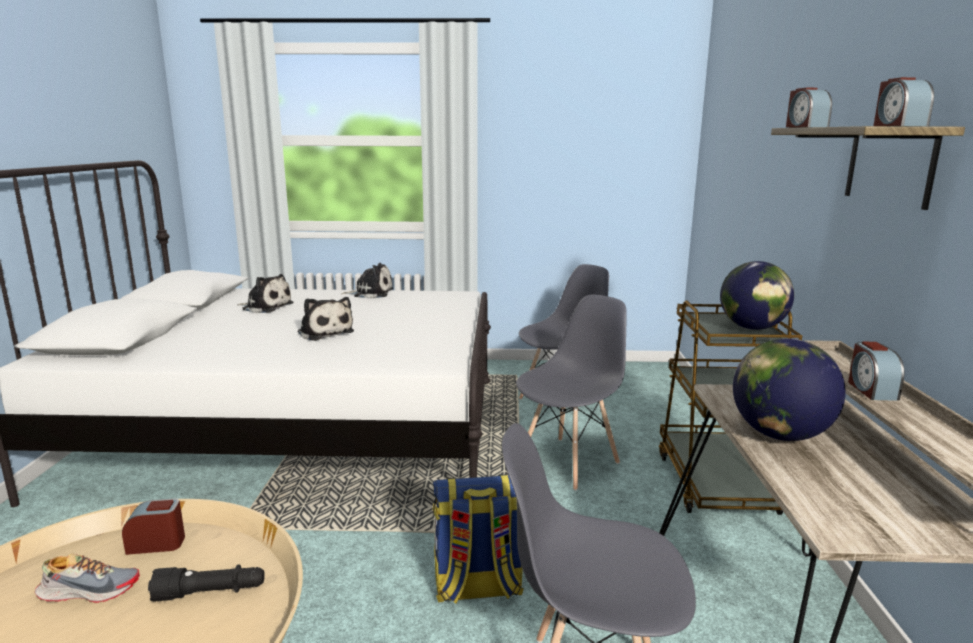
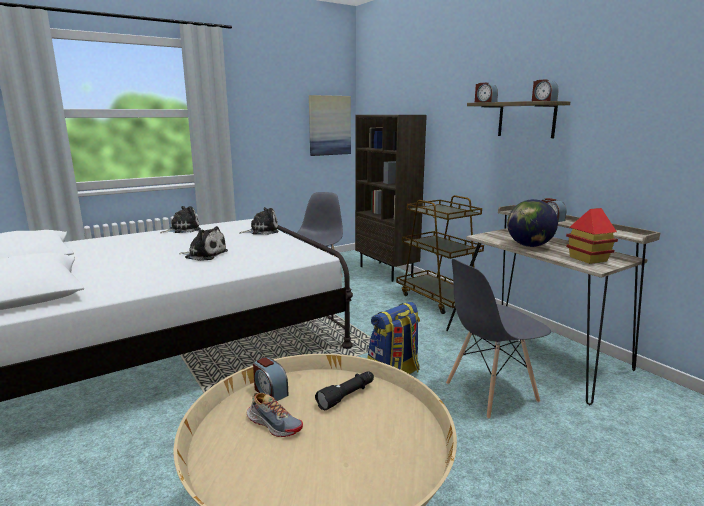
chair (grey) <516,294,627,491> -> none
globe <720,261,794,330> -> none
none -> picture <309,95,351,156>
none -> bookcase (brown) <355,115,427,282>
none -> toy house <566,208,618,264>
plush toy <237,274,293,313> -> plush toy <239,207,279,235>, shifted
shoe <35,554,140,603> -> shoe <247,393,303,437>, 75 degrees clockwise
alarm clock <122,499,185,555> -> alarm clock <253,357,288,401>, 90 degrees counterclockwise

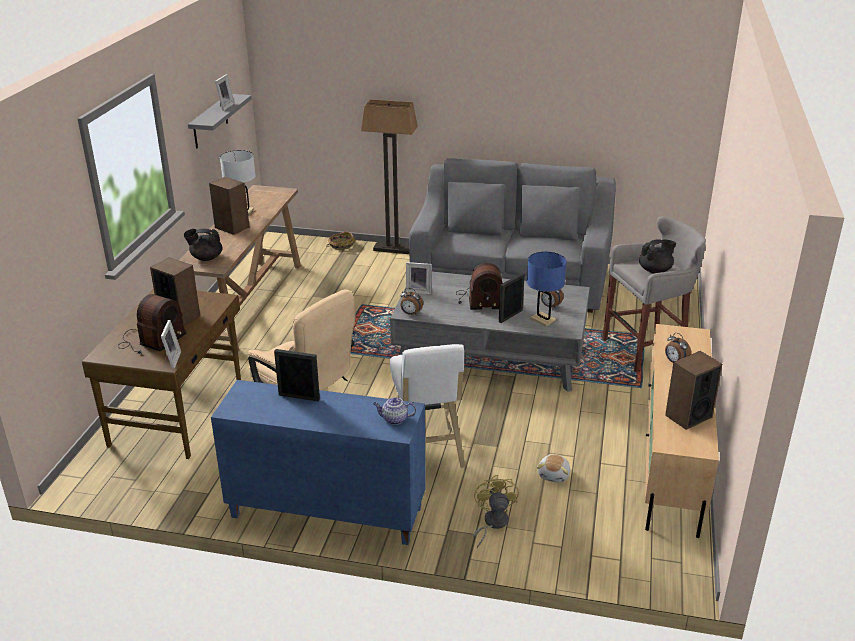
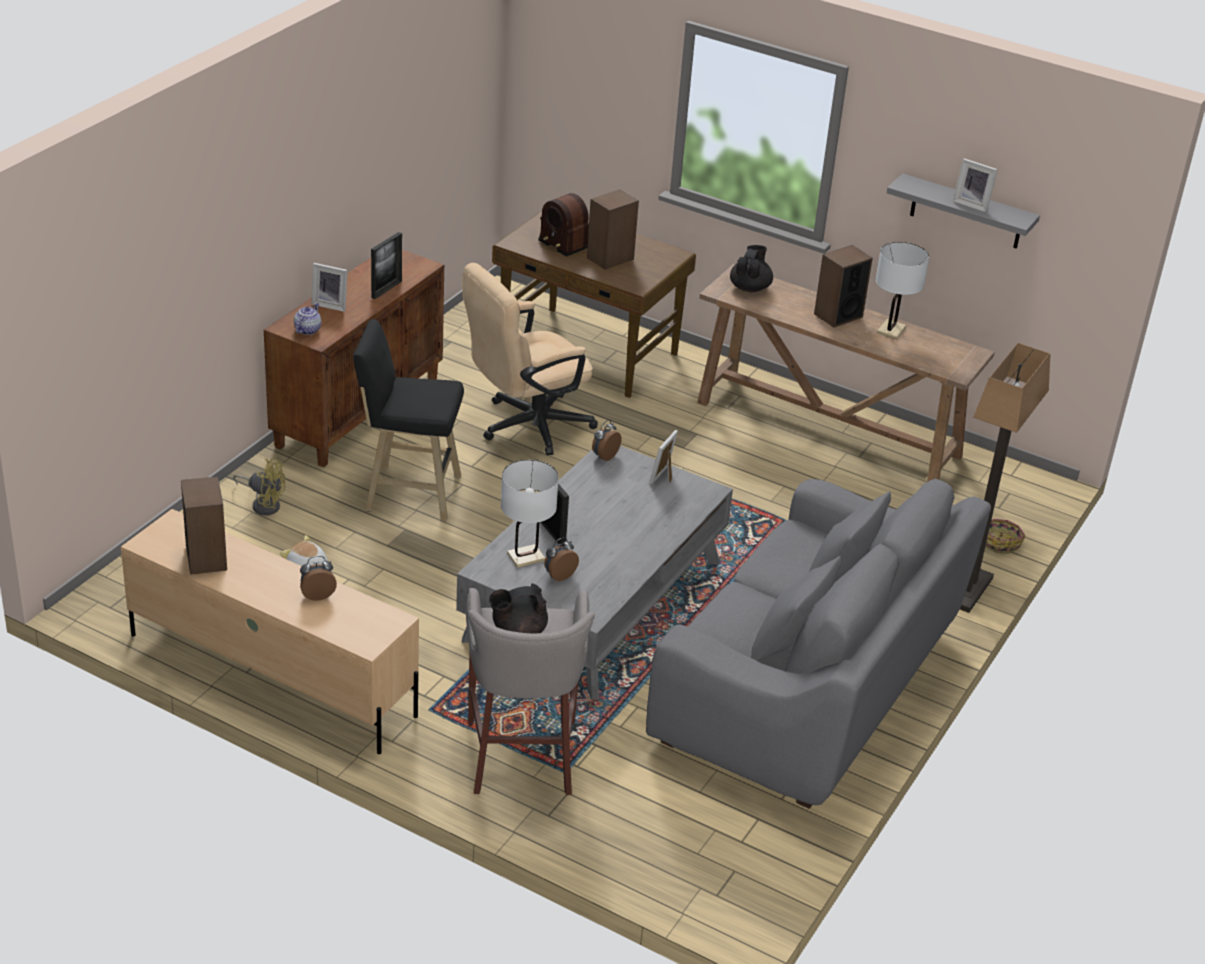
radio <457,263,503,310> -> none
picture frame <161,320,181,369> -> picture frame <311,263,347,312>, shifted
cabinet (blue) <211,380,426,545> -> cabinet (brown) <264,250,444,468>
stool (white) <390,344,465,468> -> stool (black) <353,319,464,521>
table lamp (blue) <527,252,566,327> -> table lamp (white) <501,460,559,568>
teapot (black) <639,239,676,273> -> teapot (black) <489,583,548,633>, 75 degrees clockwise

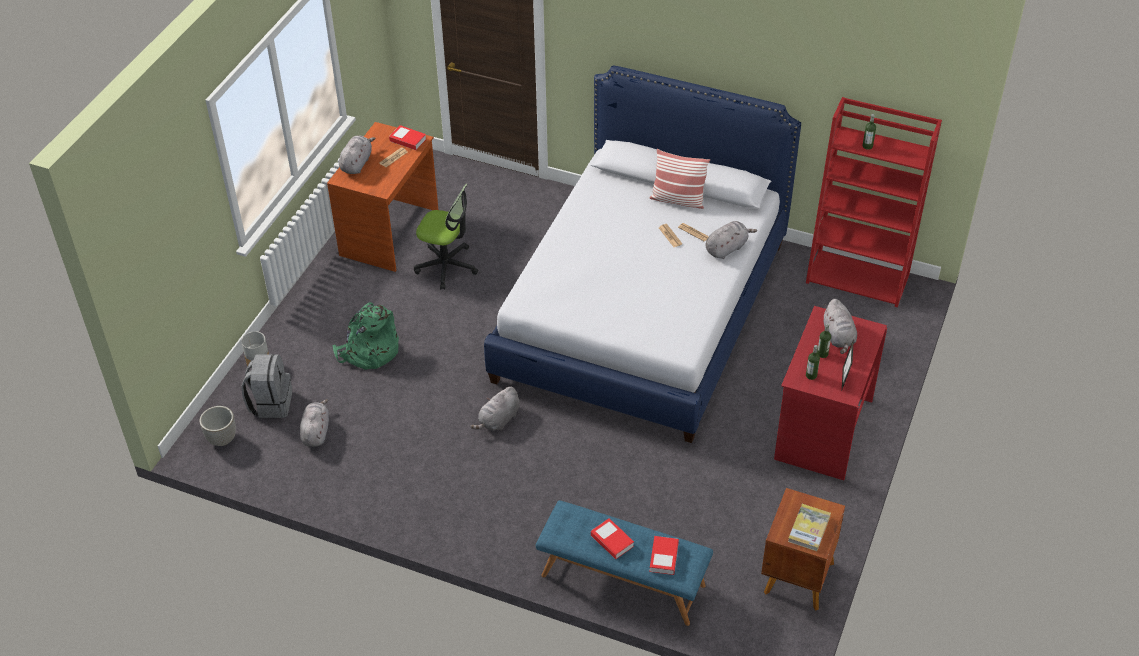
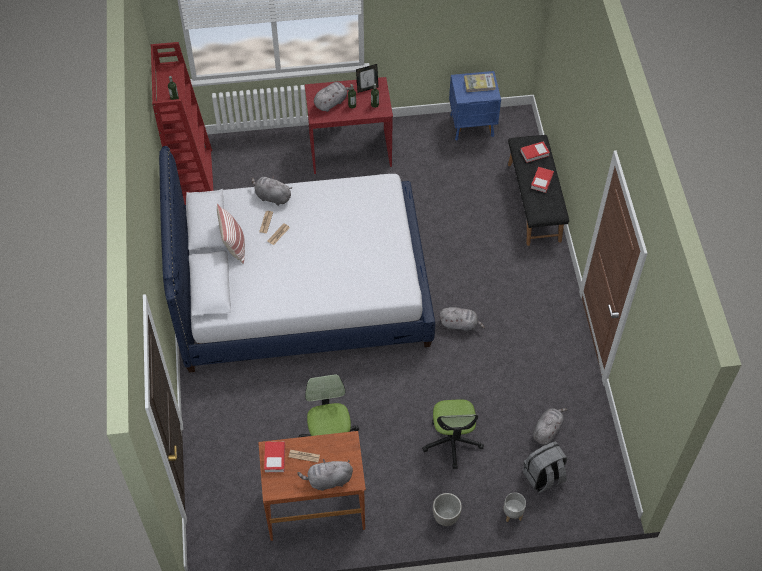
planter <200,406,236,446> -> planter <433,493,462,526>, shifted
backpack (green) <332,302,399,370> -> office chair <422,400,484,469>
bench (blue) <535,500,713,626> -> bench (black) <508,135,569,246>
nightstand (brown) <761,488,845,611> -> nightstand (blue) <449,71,501,141>
plush toy (grey) <300,399,329,447> -> plush toy (grey) <533,408,567,445>, 150 degrees clockwise

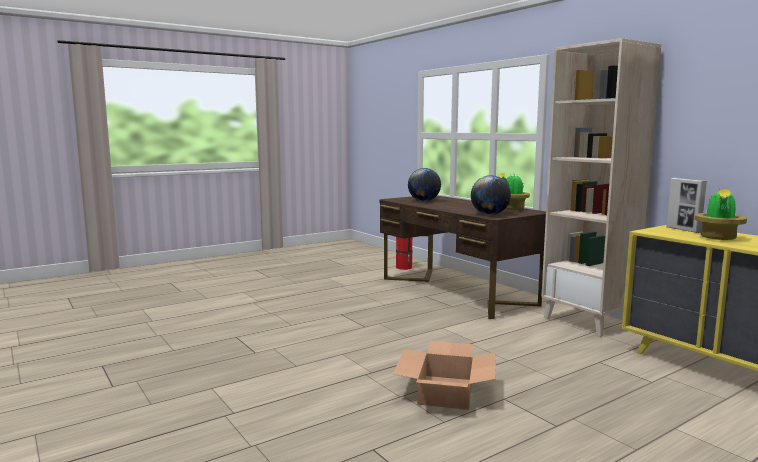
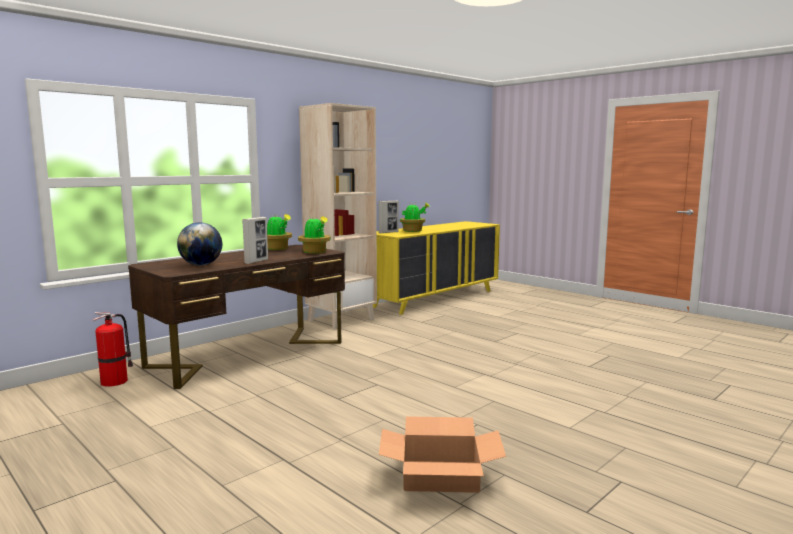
none -> picture frame <242,217,268,264>
cardboard box <393,341,496,410> -> cardboard box <379,416,506,493>, shifted
globe <471,175,511,215> -> potted plant <298,216,331,254>

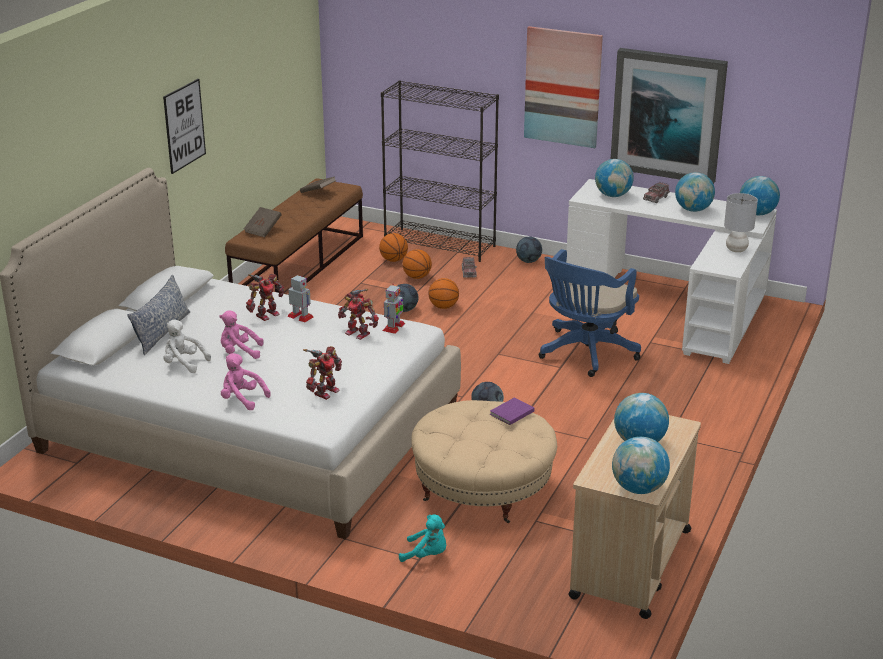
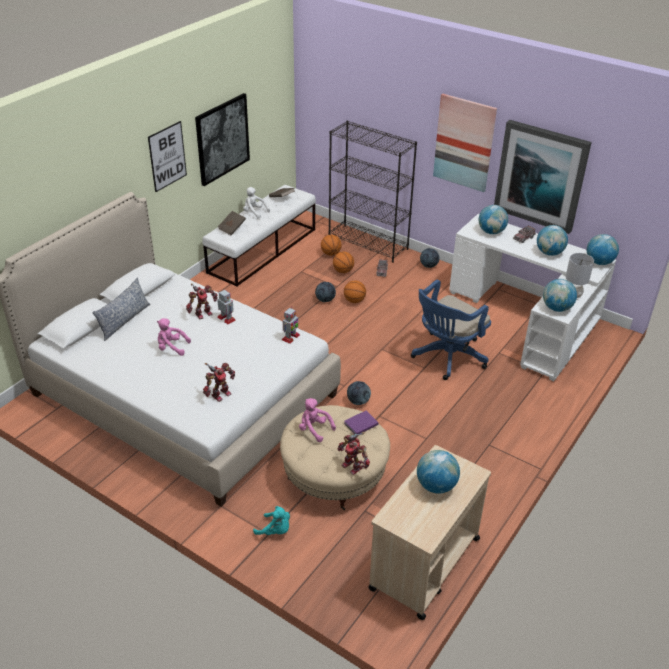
none -> picture <195,93,250,186>
plush toy (white) <163,320,211,373> -> plush toy (white) <243,187,270,218>, shifted
plush toy (pink) <221,353,271,410> -> plush toy (pink) <299,398,336,442>, shifted
toy robot <338,289,379,340> -> toy robot <338,432,370,475>, shifted
globe <612,437,670,494> -> globe <543,279,577,312>, shifted
bench (brown) <225,178,363,295> -> bench (white) <202,185,316,287>

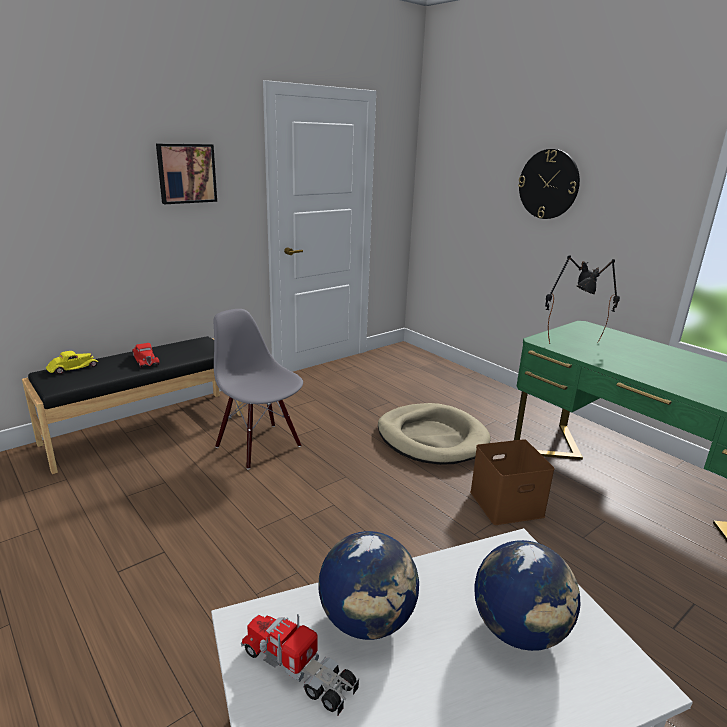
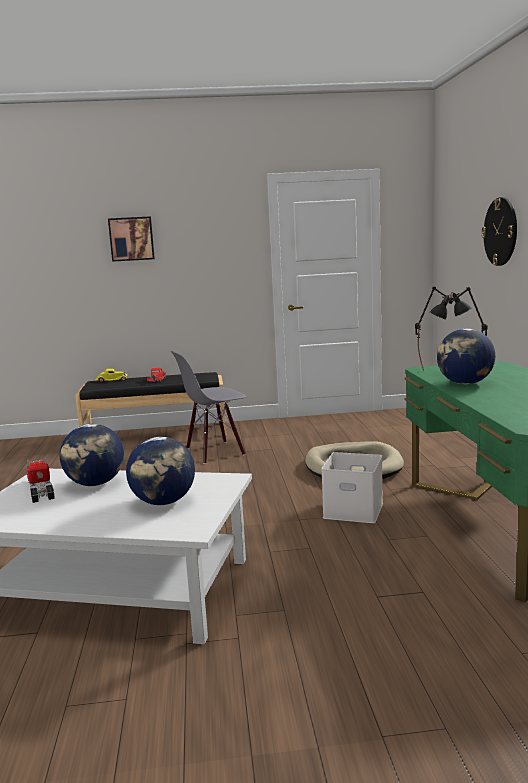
none -> globe <437,329,495,385>
picture <156,144,217,204> -> picture <108,216,155,262>, shifted
storage box (brown) <470,439,555,525> -> storage box (white) <321,452,383,523>
chair (grey) <213,309,303,469> -> chair (grey) <171,351,247,464>, 105 degrees counterclockwise

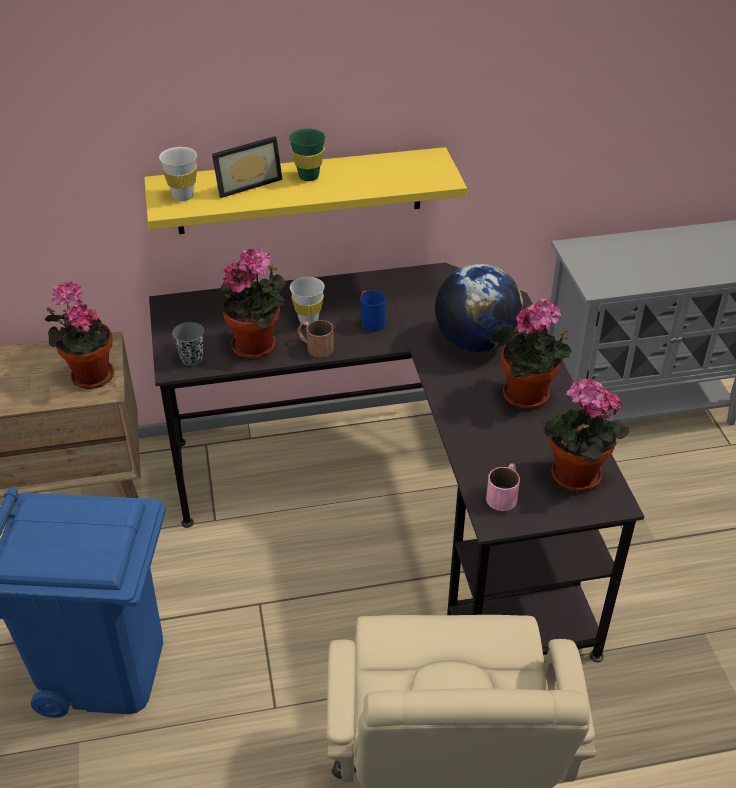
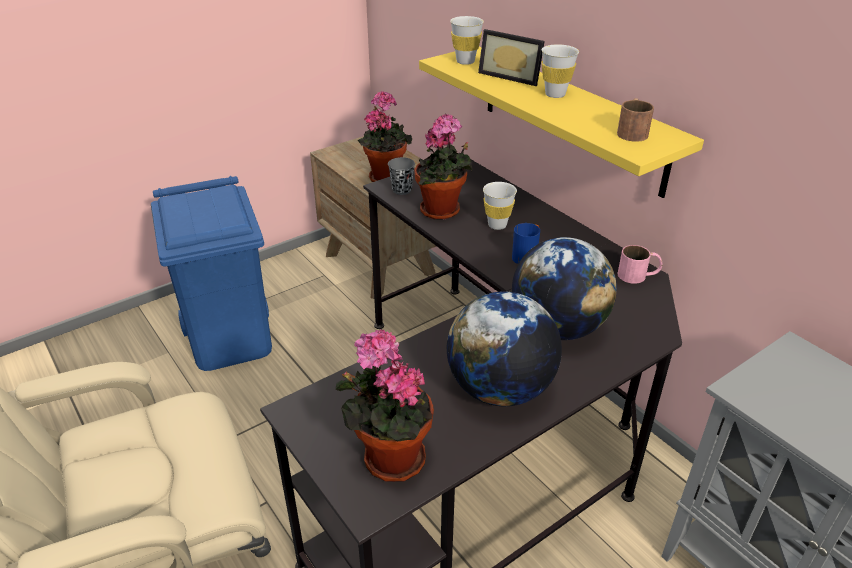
mug (brown) <298,320,334,357> -> mug (brown) <617,98,654,142>, shifted
mug (pink) <486,464,520,511> -> mug (pink) <617,245,662,284>, shifted
potted plant <501,299,572,409> -> globe <447,292,562,407>
cup (green) <289,128,325,181> -> cup (white) <541,44,579,98>

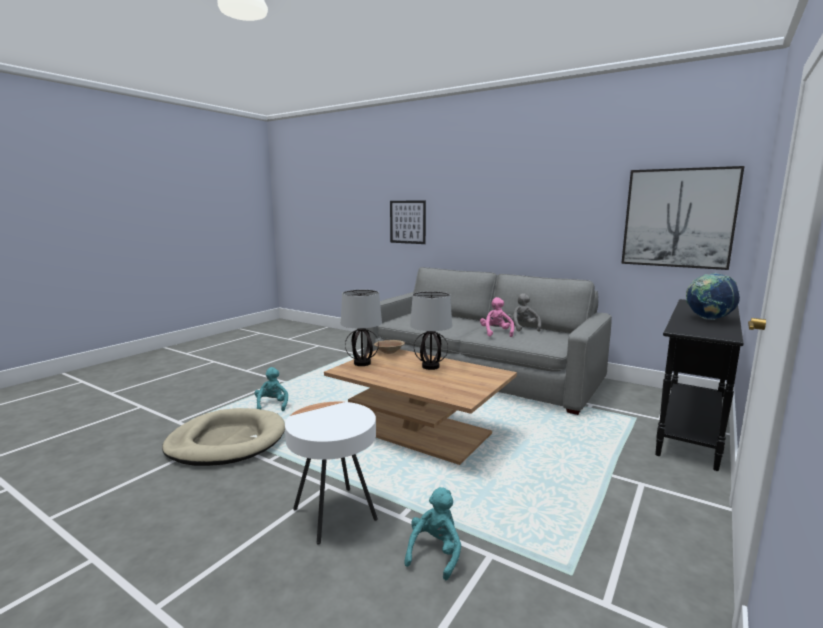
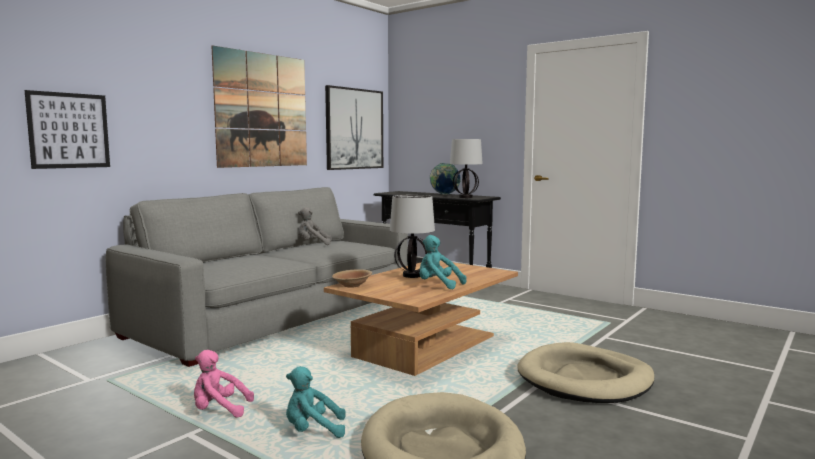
none -> picture <211,45,307,168>
table lamp <341,290,382,366> -> table lamp <450,139,483,198>, shifted
plush toy (turquoise) <404,487,461,580> -> plush toy (turquoise) <419,235,466,289>, shifted
plush toy (pink) <480,297,514,337> -> plush toy (pink) <194,350,254,418>, shifted
side table (white) <285,401,378,545> -> dog bed (beige) <517,342,655,403>

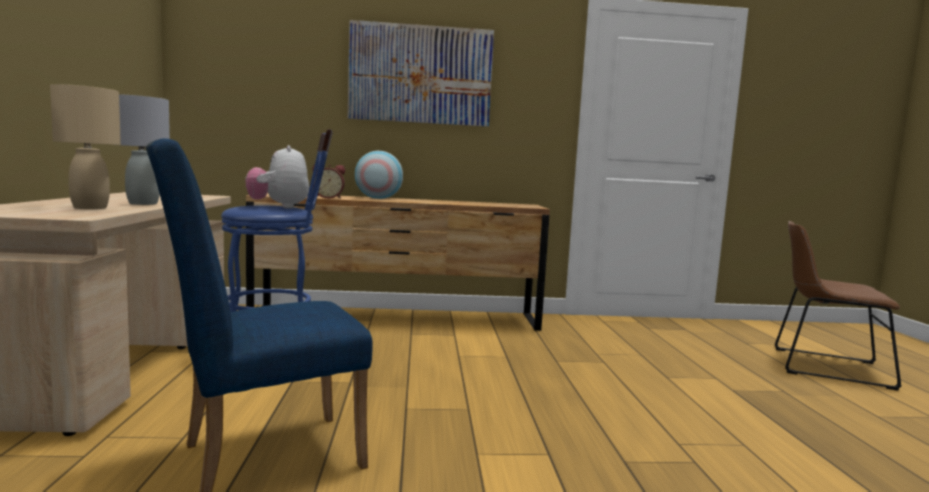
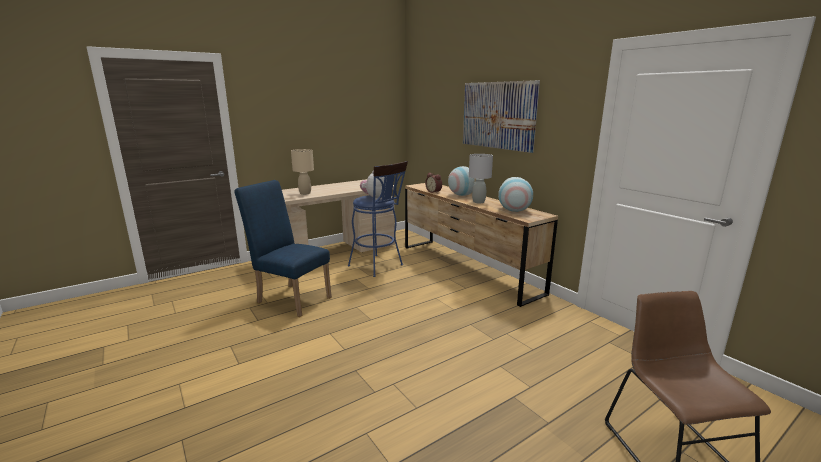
none -> vase <498,177,533,212>
table lamp (grey) <119,94,170,205> -> table lamp (grey) <469,154,493,203>, shifted

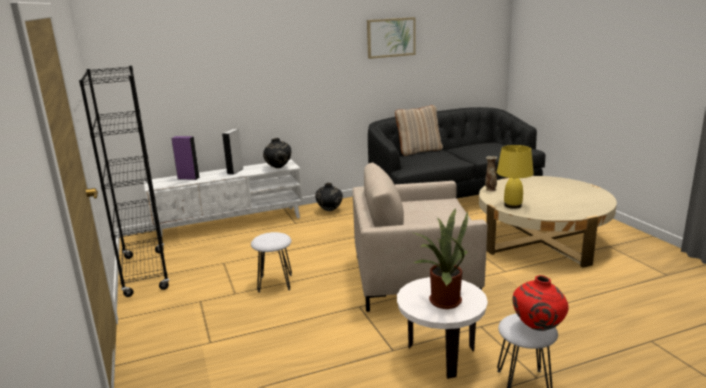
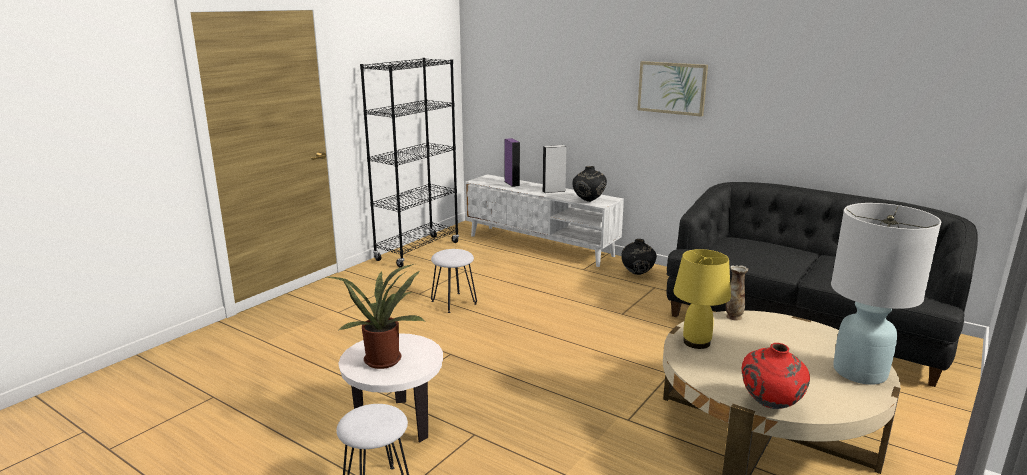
armchair (beige) <352,163,487,312> -> none
pillow (beige) <395,105,443,156> -> none
none -> table lamp (white) <831,203,941,385>
picture <367,17,416,59> -> picture <637,61,708,117>, shifted
vase (red) <512,275,569,331> -> vase (red) <742,343,810,409>, shifted

